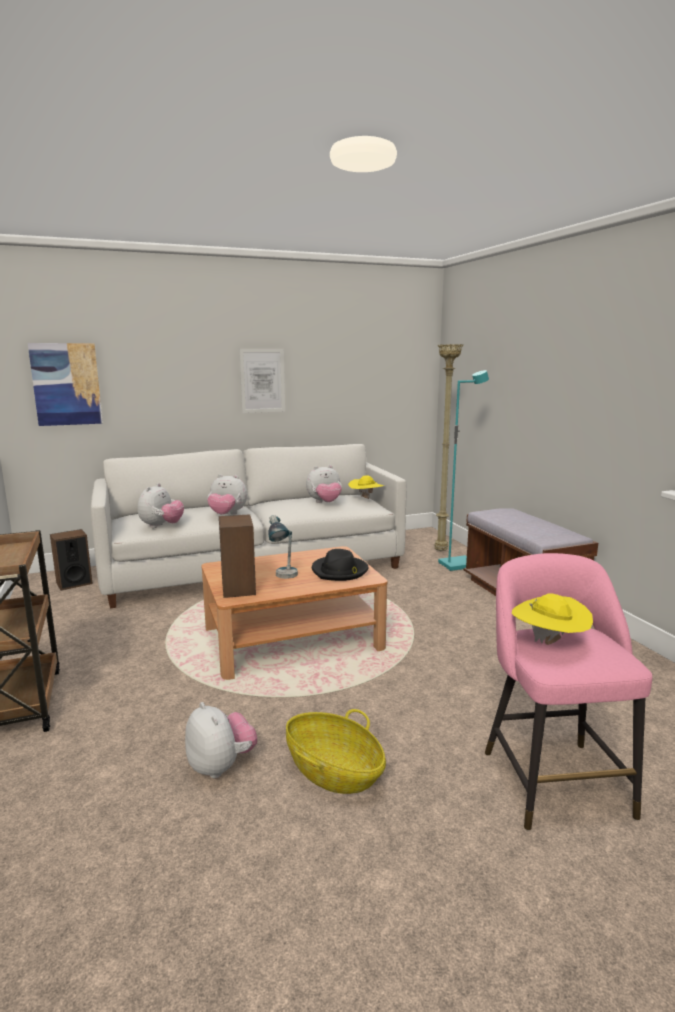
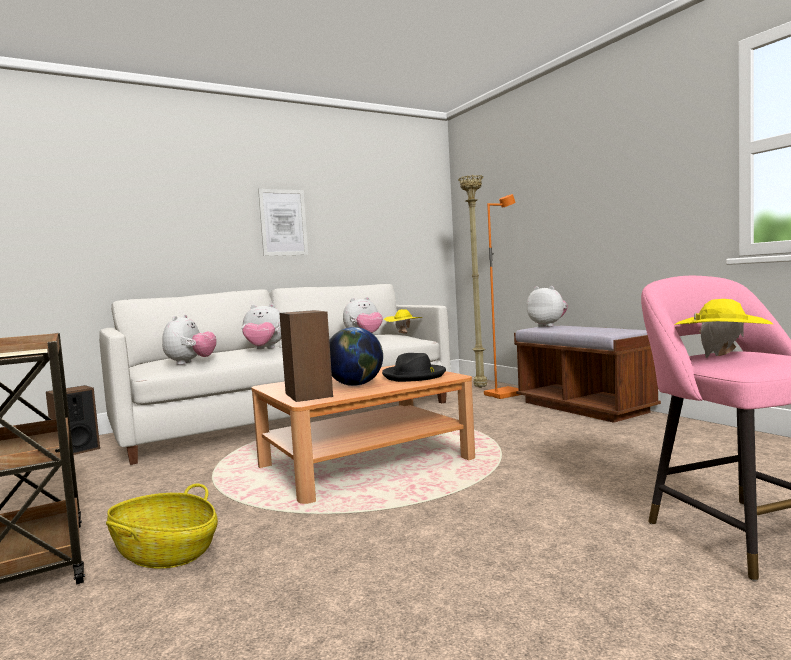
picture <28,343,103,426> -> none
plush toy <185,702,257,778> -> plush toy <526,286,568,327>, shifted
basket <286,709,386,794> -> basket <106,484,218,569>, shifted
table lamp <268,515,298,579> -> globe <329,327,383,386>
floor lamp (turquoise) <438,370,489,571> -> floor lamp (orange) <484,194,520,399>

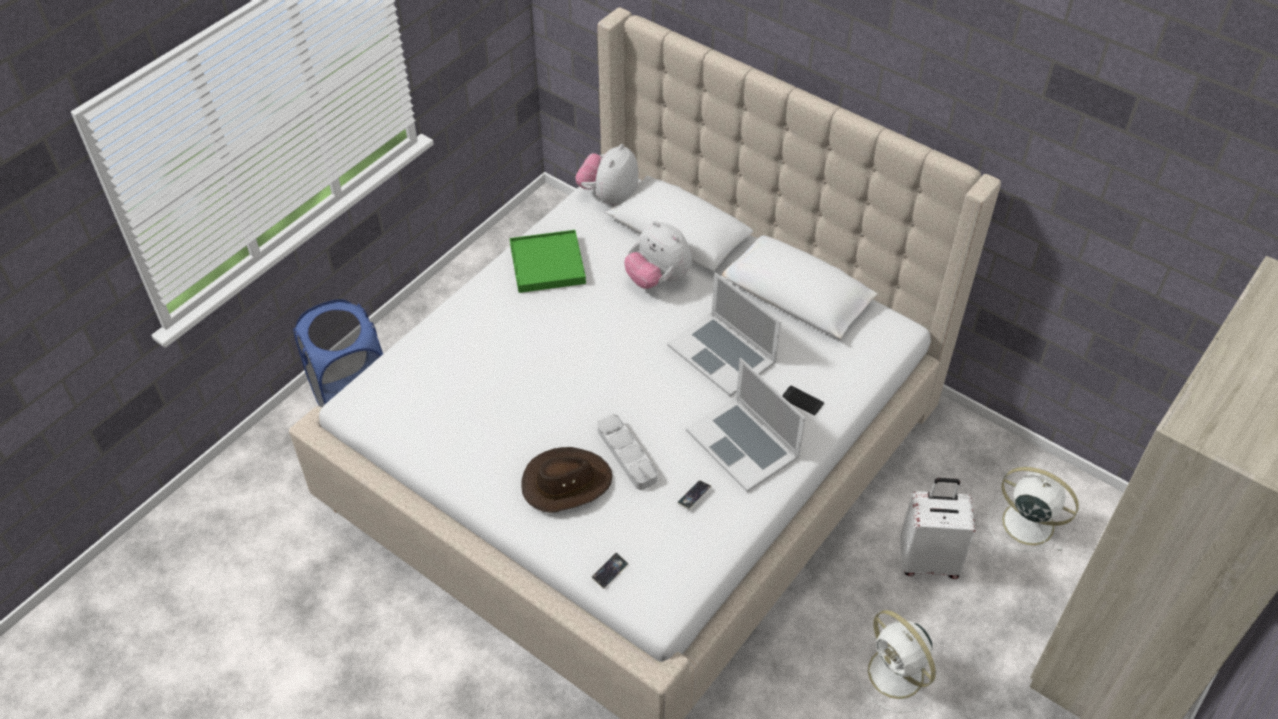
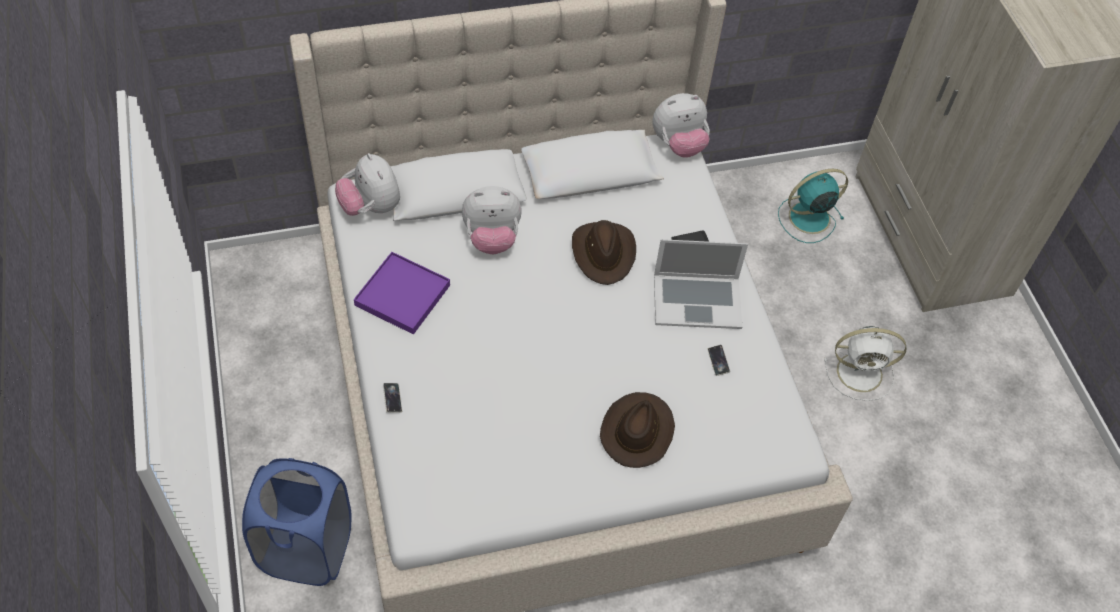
tray (grey) <598,414,658,490> -> none
suitcase (white) <900,478,975,579> -> none
none -> plush toy <652,93,710,158>
phone <591,553,628,589> -> phone <383,383,402,413>, shifted
laptop <667,272,781,397> -> hat (brown) <572,220,636,285>
tray (green) <510,230,586,293> -> tray (purple) <354,252,450,335>
fan (white) <988,467,1079,551> -> fan (turquoise) <778,169,848,243>

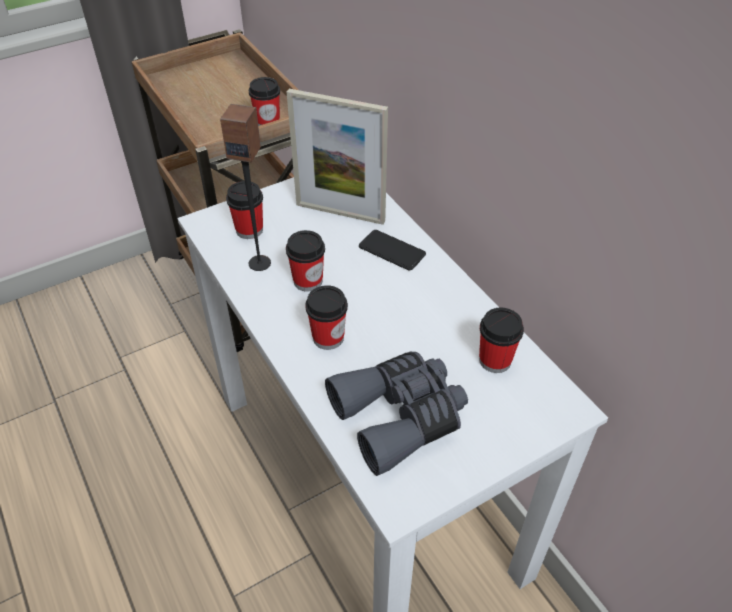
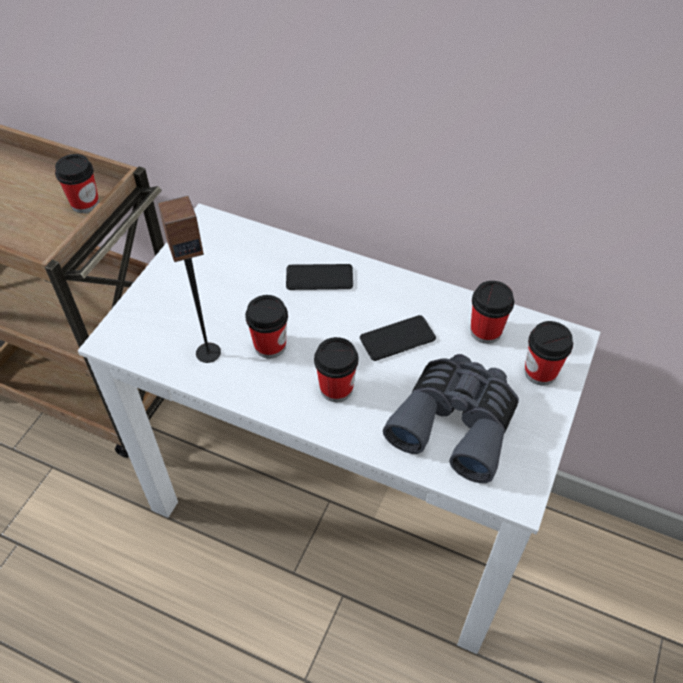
picture frame <287,89,388,225> -> none
none -> phone <360,315,436,361>
cup <226,181,263,239> -> cup <524,321,573,385>, shifted

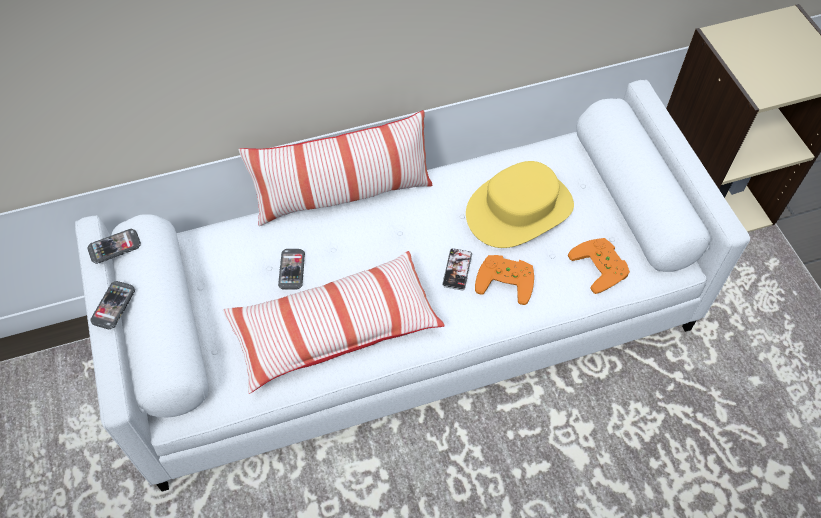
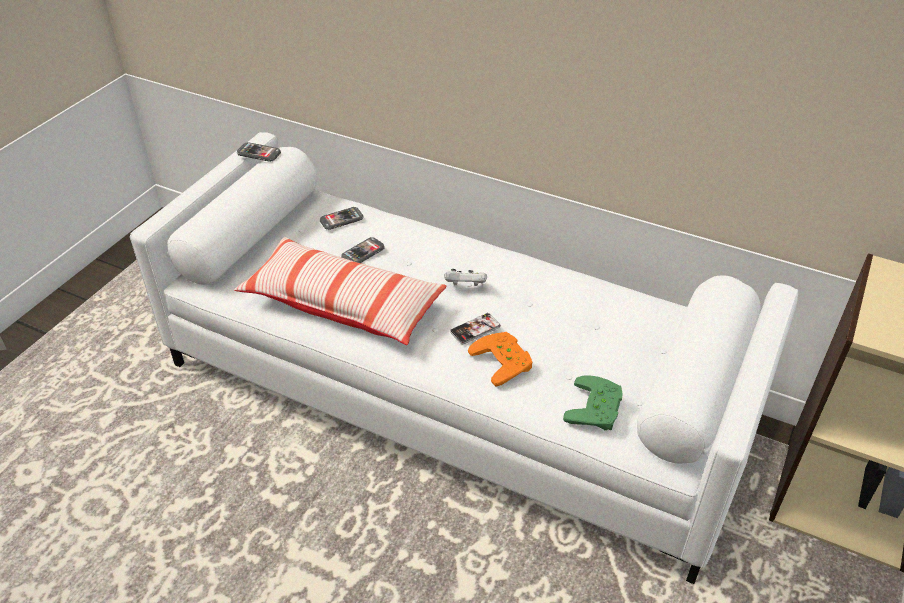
pillow <239,110,433,226> -> none
hat (yellow) <466,161,574,248> -> none
none -> game controller (white) <444,269,487,286>
phone <90,281,135,329> -> phone <320,207,364,230>, shifted
game controller (orange) <568,238,630,294> -> game controller (green) <563,375,623,431>

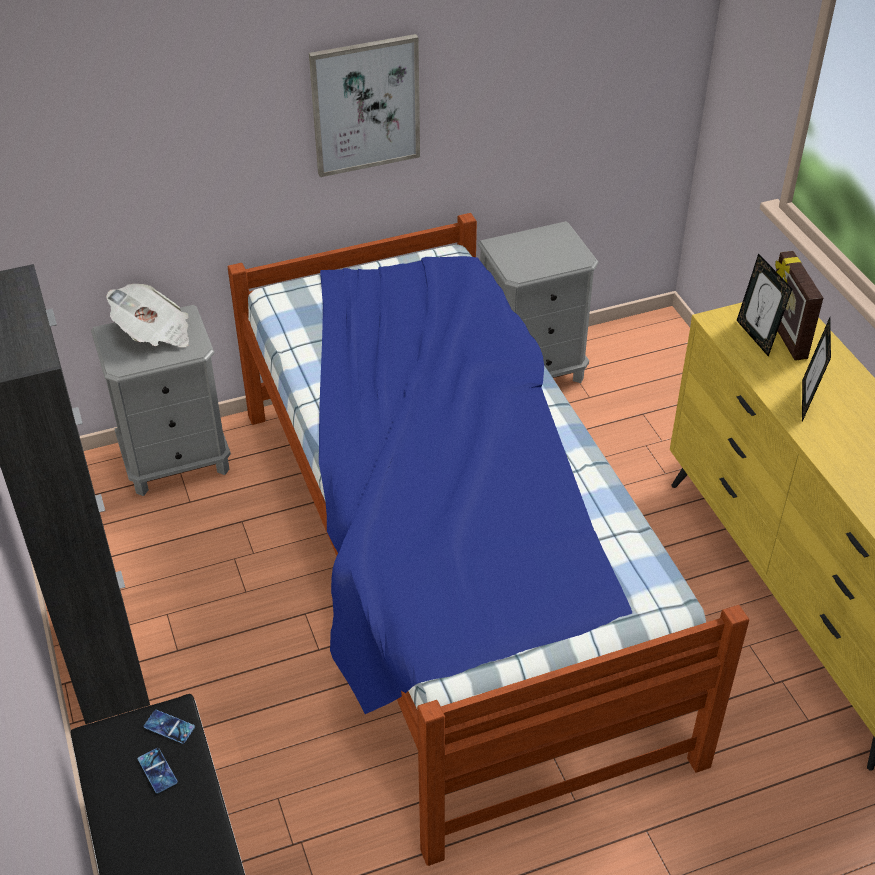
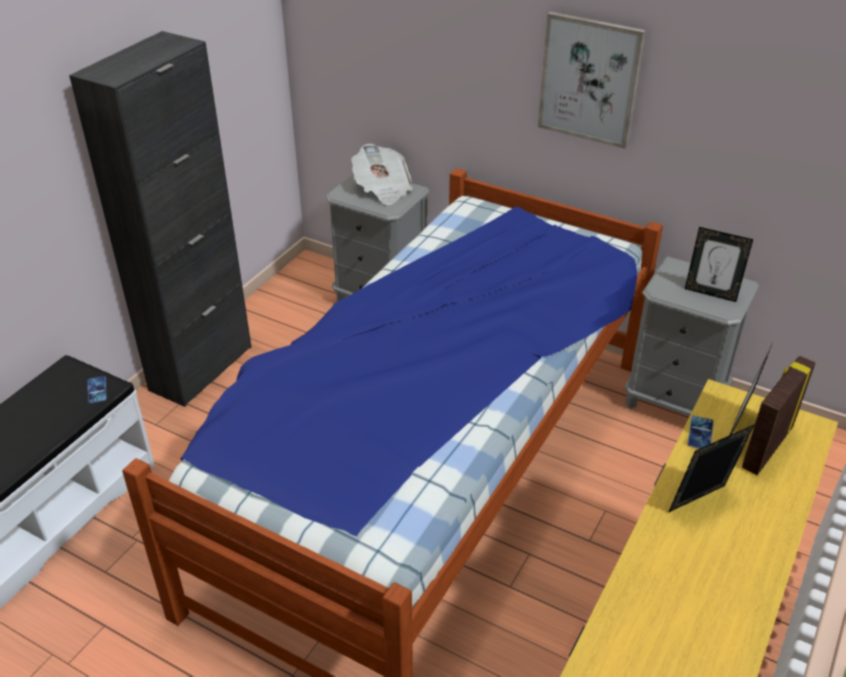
none -> picture frame <685,227,753,302>
phone <138,748,178,793> -> phone <688,416,714,449>, shifted

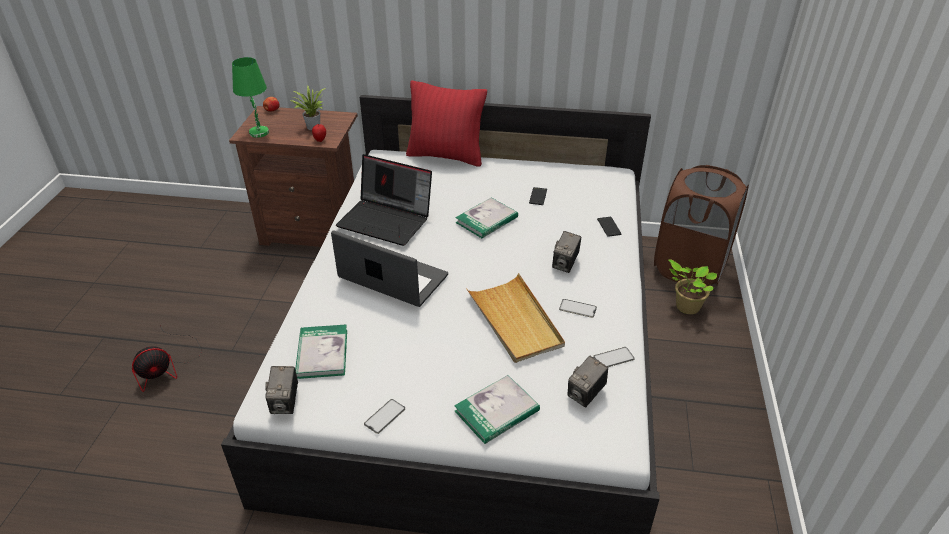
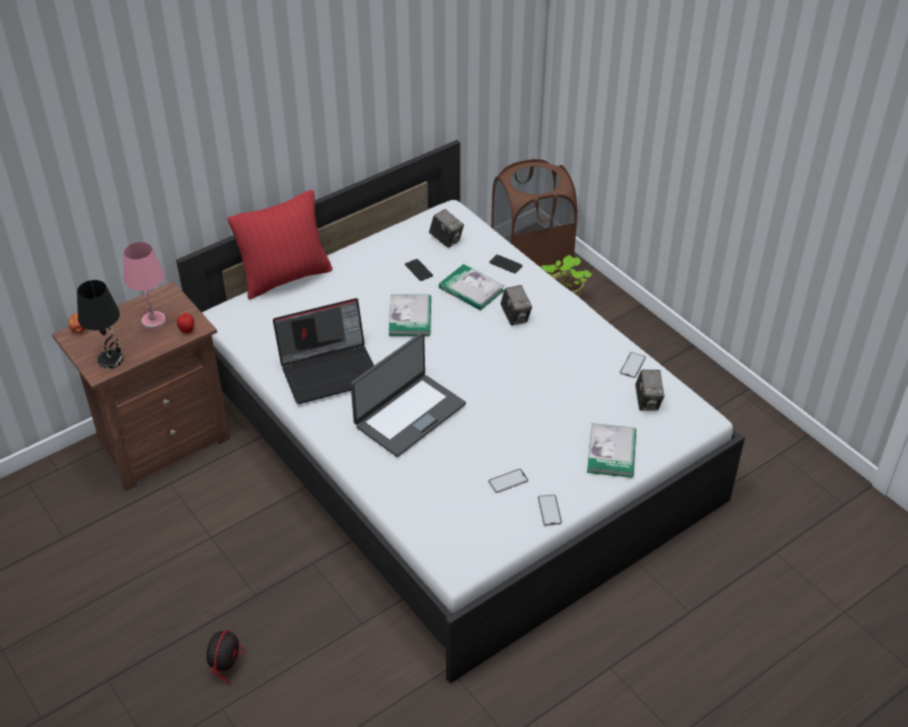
tray (beige) <466,273,565,363> -> none
photo camera <265,366,298,414> -> photo camera <429,209,464,248>, shifted
book <295,325,347,379> -> book <439,264,505,310>, shifted
phone <559,299,597,318> -> phone <489,469,528,493>, shifted
potted plant <290,86,325,130> -> table lamp (pink) <124,242,166,329>
table lamp (green) <232,57,269,138> -> table lamp (black) <77,280,123,369>
laptop <331,231,448,307> -> laptop <350,333,466,457>, 150 degrees clockwise

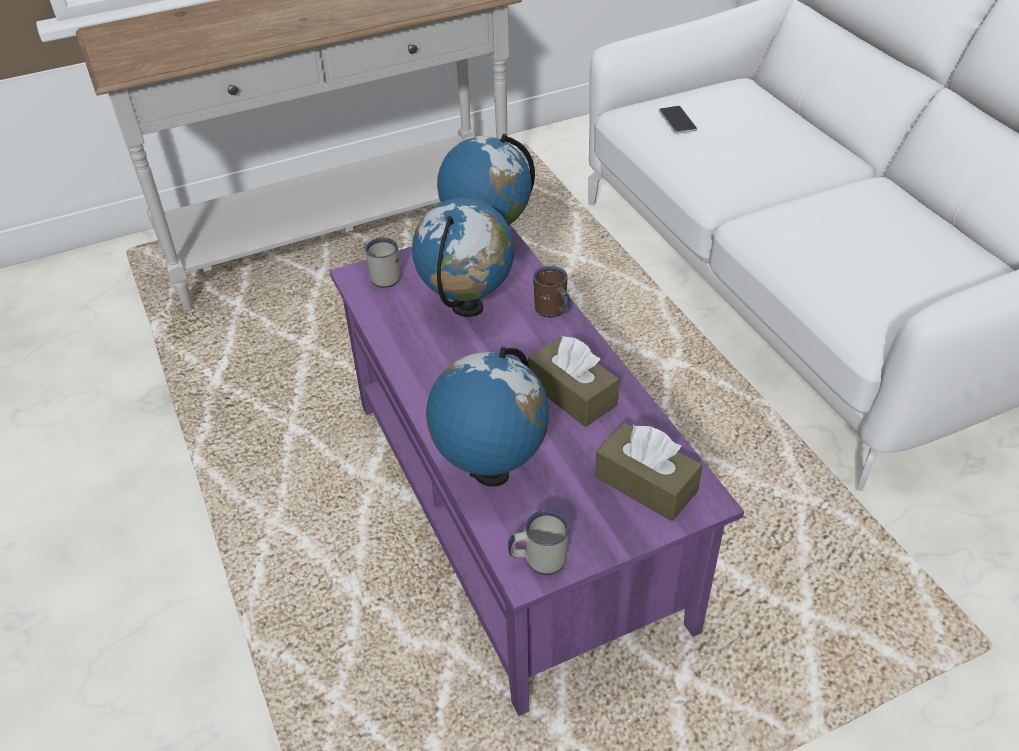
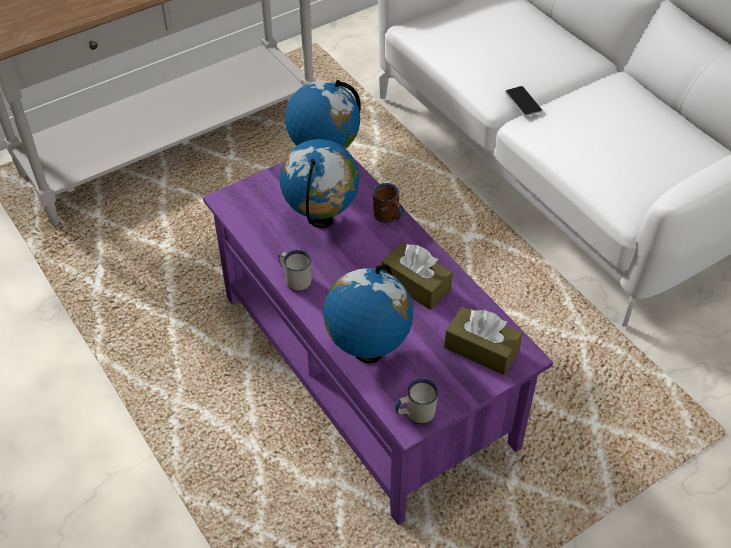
mug (white) <364,238,400,288> -> mug (white) <278,250,312,292>, shifted
phone <659,106,697,134> -> phone <505,86,542,116>, shifted

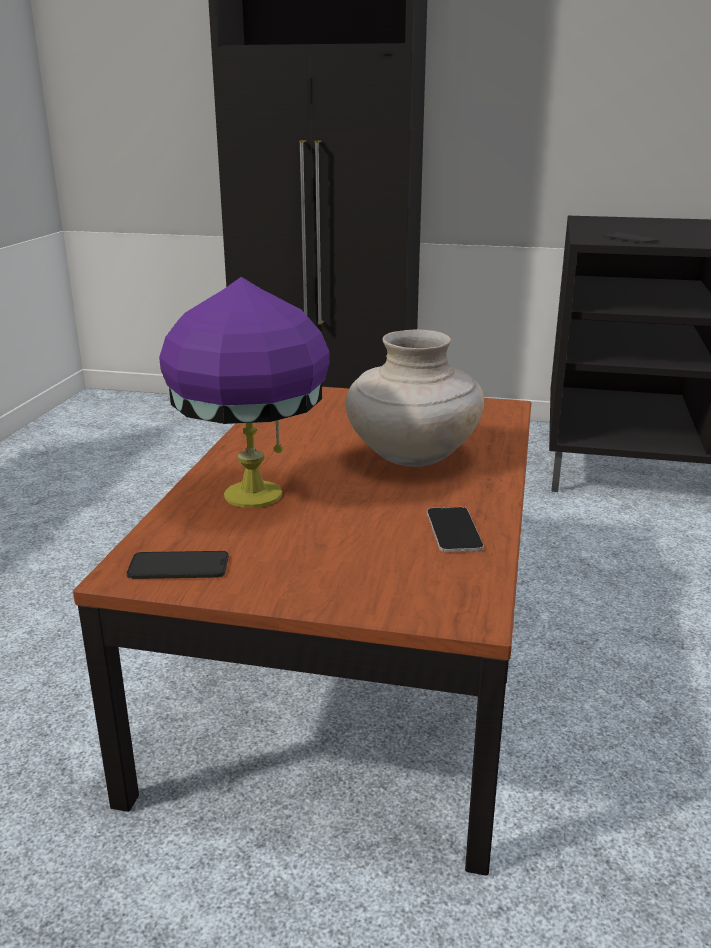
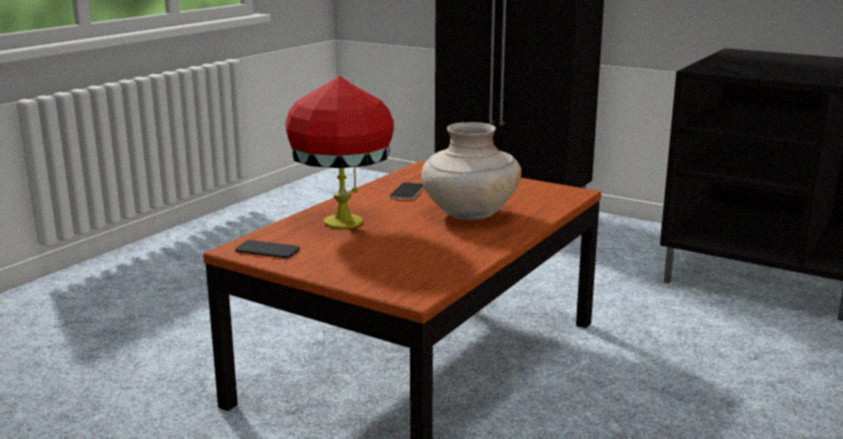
phone <427,507,484,552> -> phone <390,182,424,200>, shifted
table lamp (purple) <159,277,329,508> -> table lamp (red) <285,75,394,229>

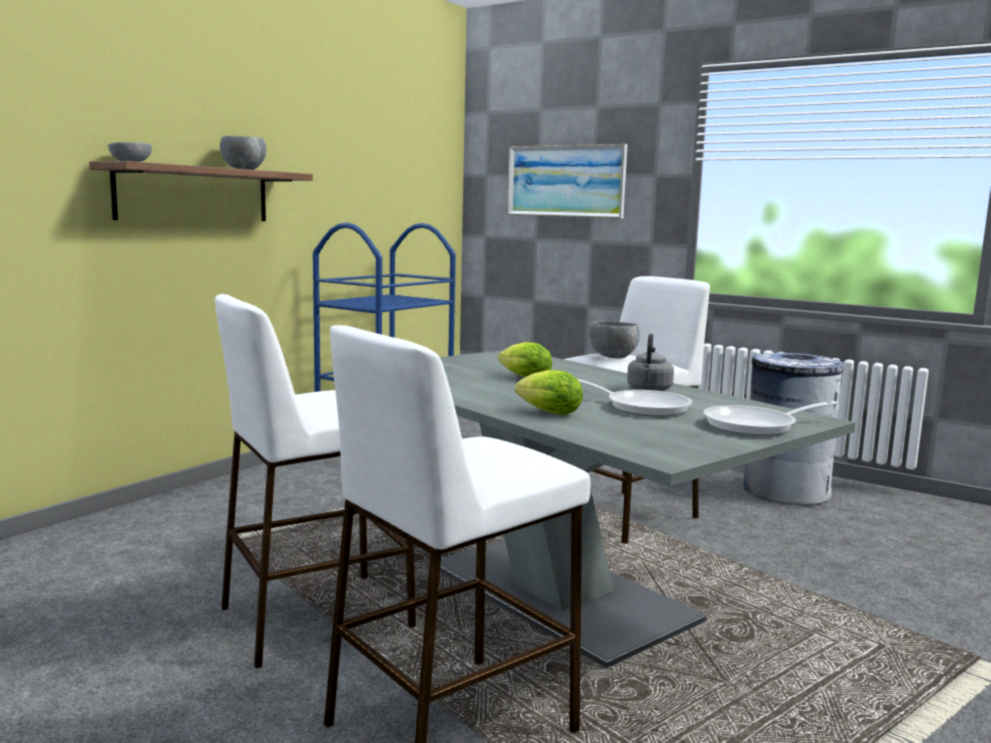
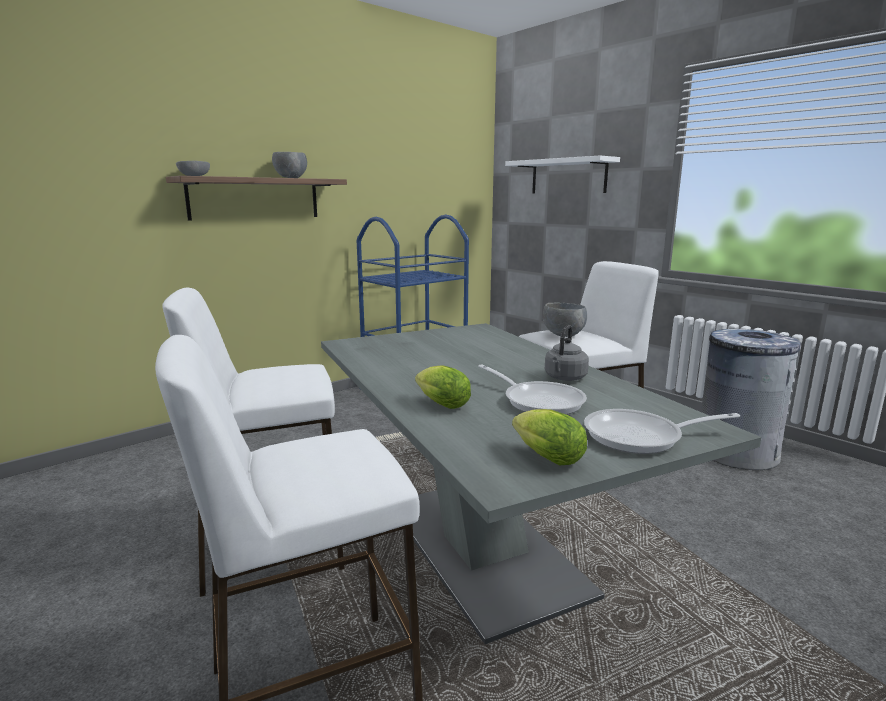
lettuce <498,342,552,377> -> lettuce <512,409,587,465>, shifted
picture <507,144,627,219> -> shelf (white) <505,156,620,193>

